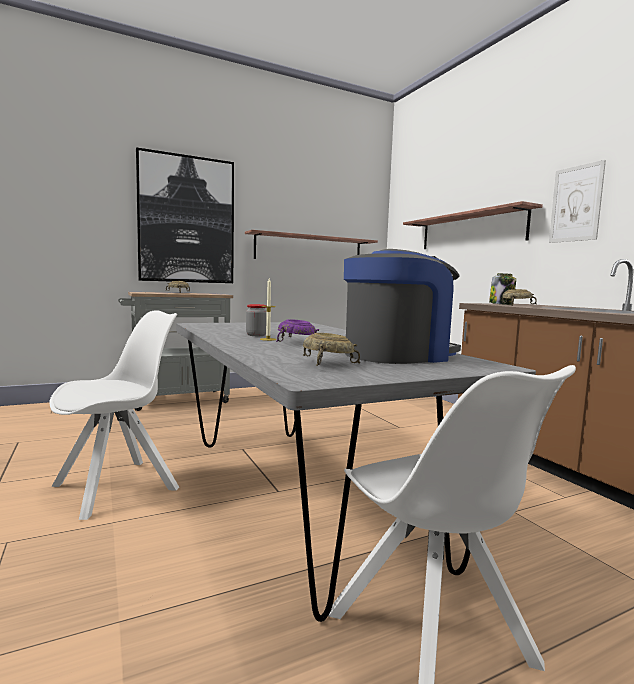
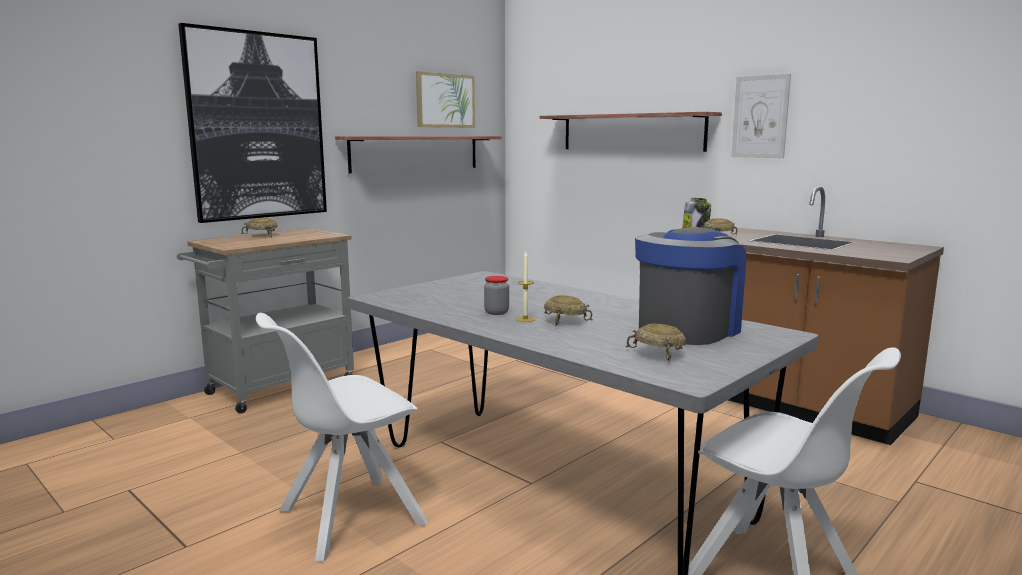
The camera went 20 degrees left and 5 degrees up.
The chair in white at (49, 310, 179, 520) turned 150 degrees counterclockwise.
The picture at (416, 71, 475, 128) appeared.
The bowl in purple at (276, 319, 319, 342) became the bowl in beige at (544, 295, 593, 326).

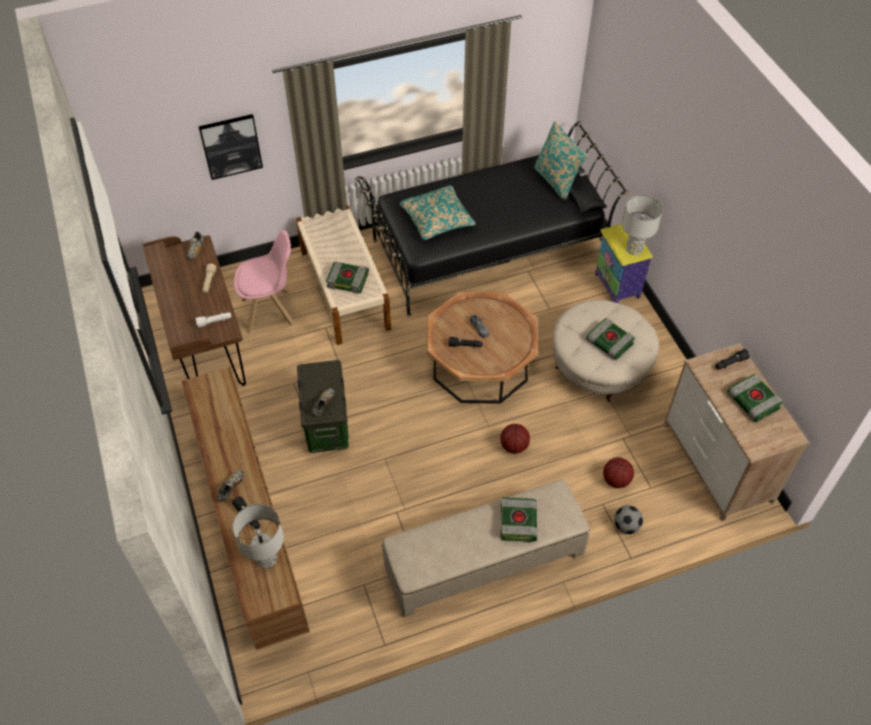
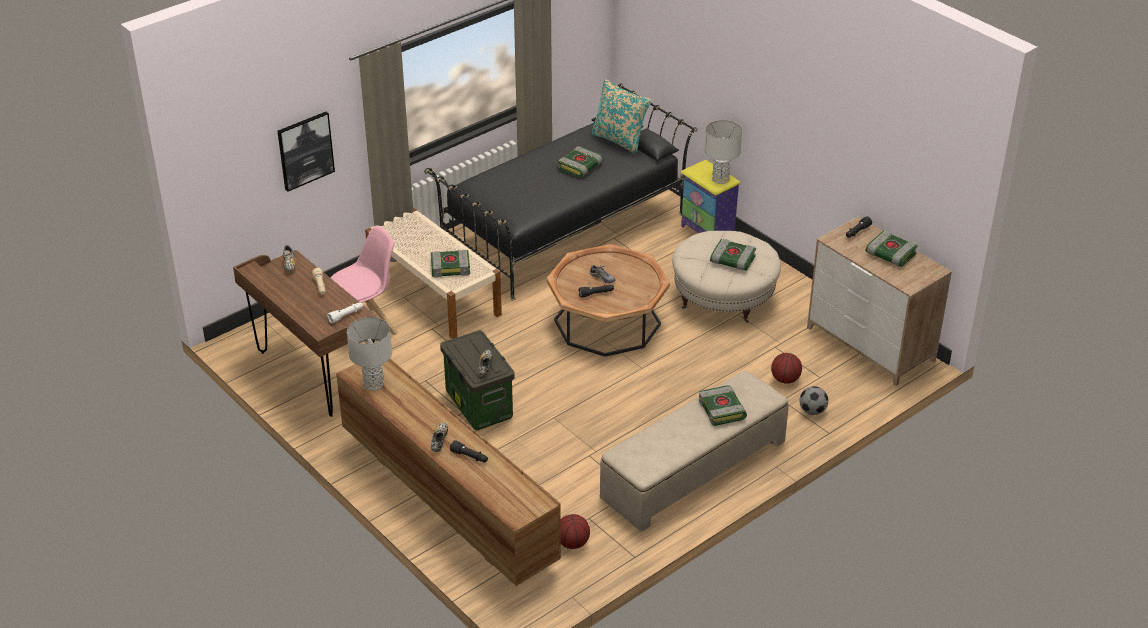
The camera went 20 degrees left and 15 degrees down.
The table lamp in white moved from (232, 504, 284, 568) to (347, 317, 392, 391).
The book at (558, 146, 603, 178) appeared.
The basketball moved from (500, 424, 530, 453) to (561, 514, 590, 549).
The pillow in turquoise at (400, 185, 476, 240) disappeared.

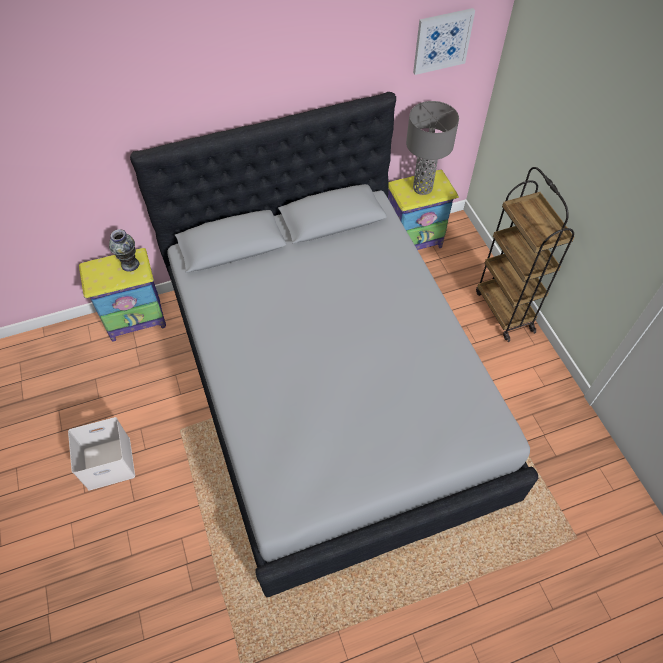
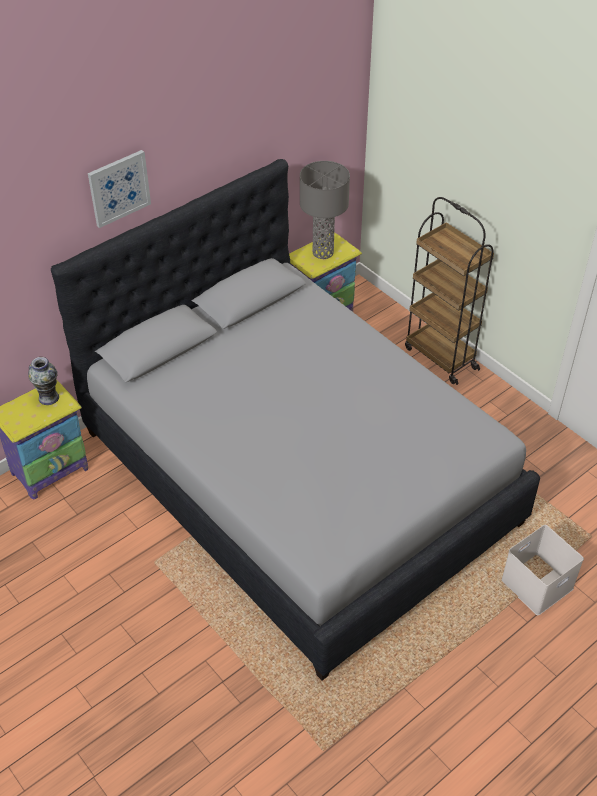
The camera went 20 degrees left and 10 degrees down.
The picture moved from (413, 8, 475, 75) to (88, 150, 151, 228).
The storage box in white moved from (68, 417, 135, 490) to (502, 525, 584, 615).

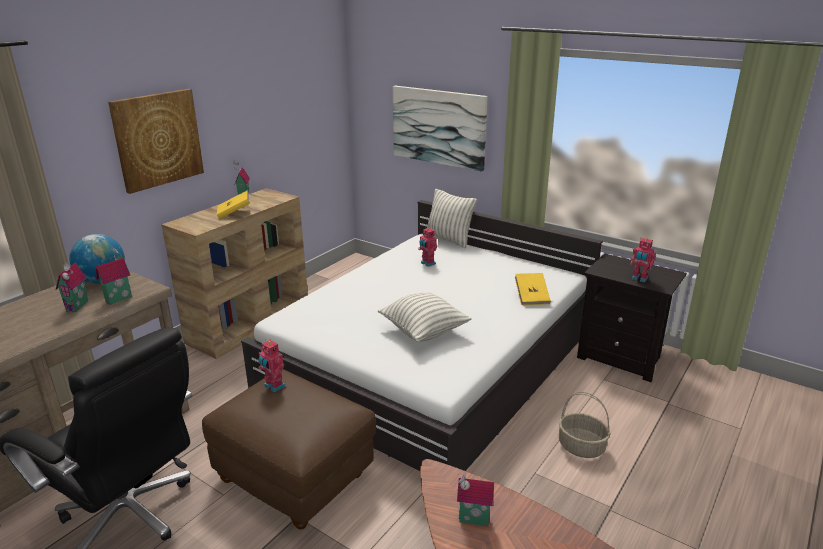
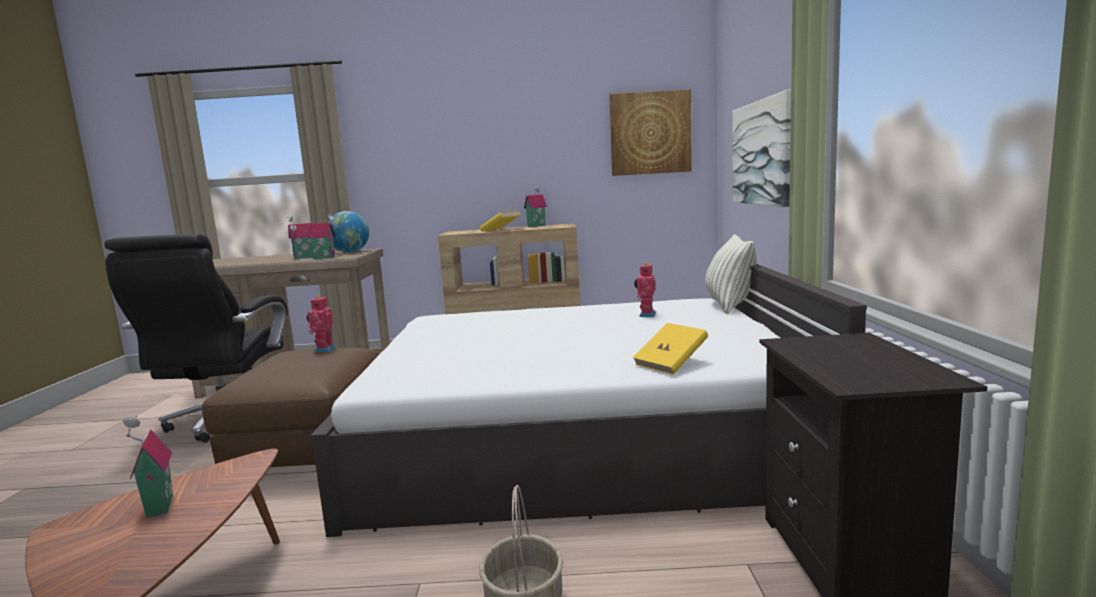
The camera went 55 degrees right and 15 degrees down.
The picture moved from (108, 89, 204, 194) to (609, 89, 692, 176).
The pillow at (378, 292, 471, 341) disappeared.
The toy robot at (630, 238, 656, 282) disappeared.

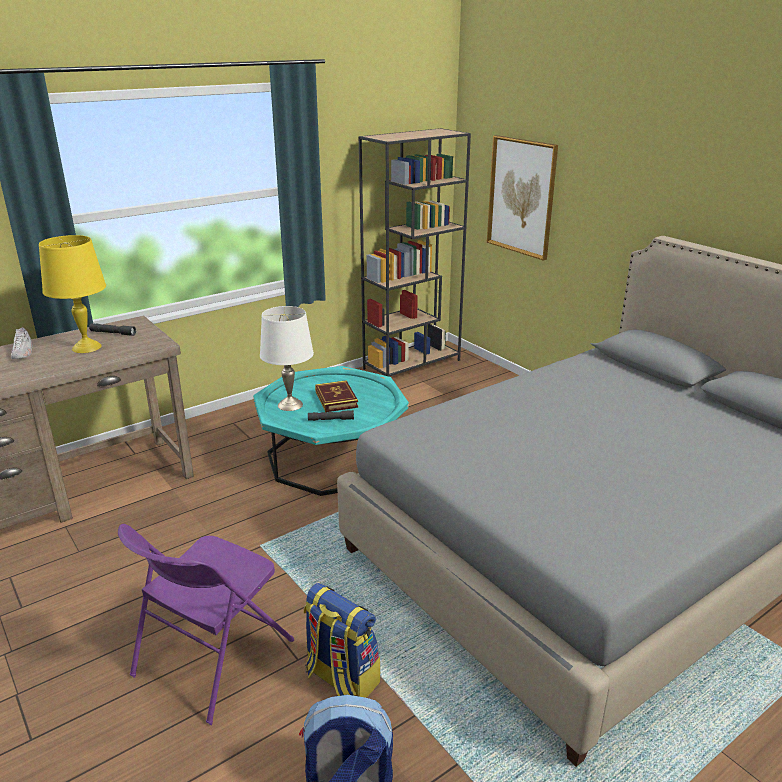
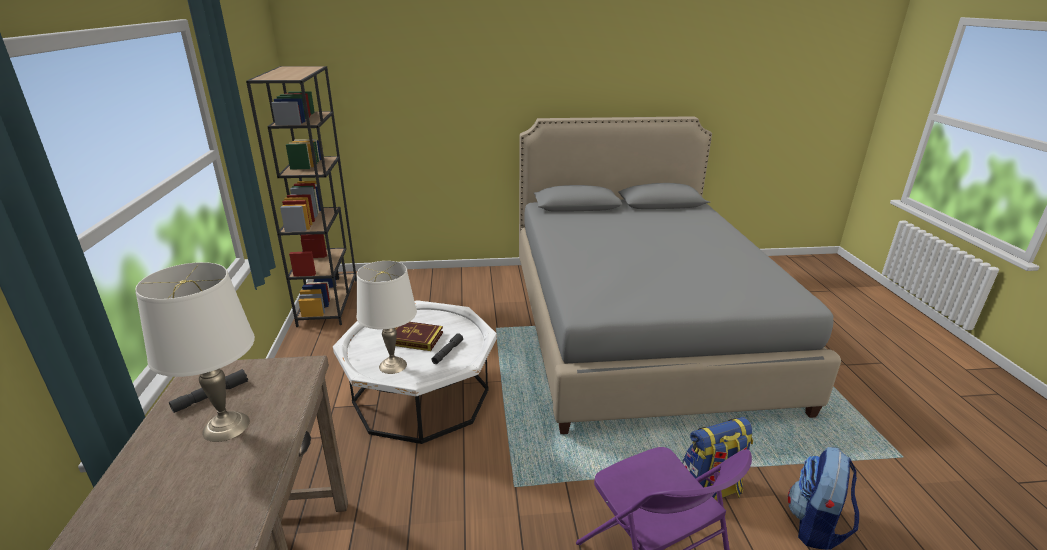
The camera went 60 degrees left and 0 degrees up.
The table lamp in yellow at (39, 235, 106, 353) became the table lamp in white at (135, 262, 255, 442).
The coffee table in turquoise at (253, 366, 409, 496) became the coffee table in white at (333, 300, 497, 444).
The shoe in white at (11, 327, 33, 359) disappeared.
The picture at (487, 135, 558, 261) disappeared.

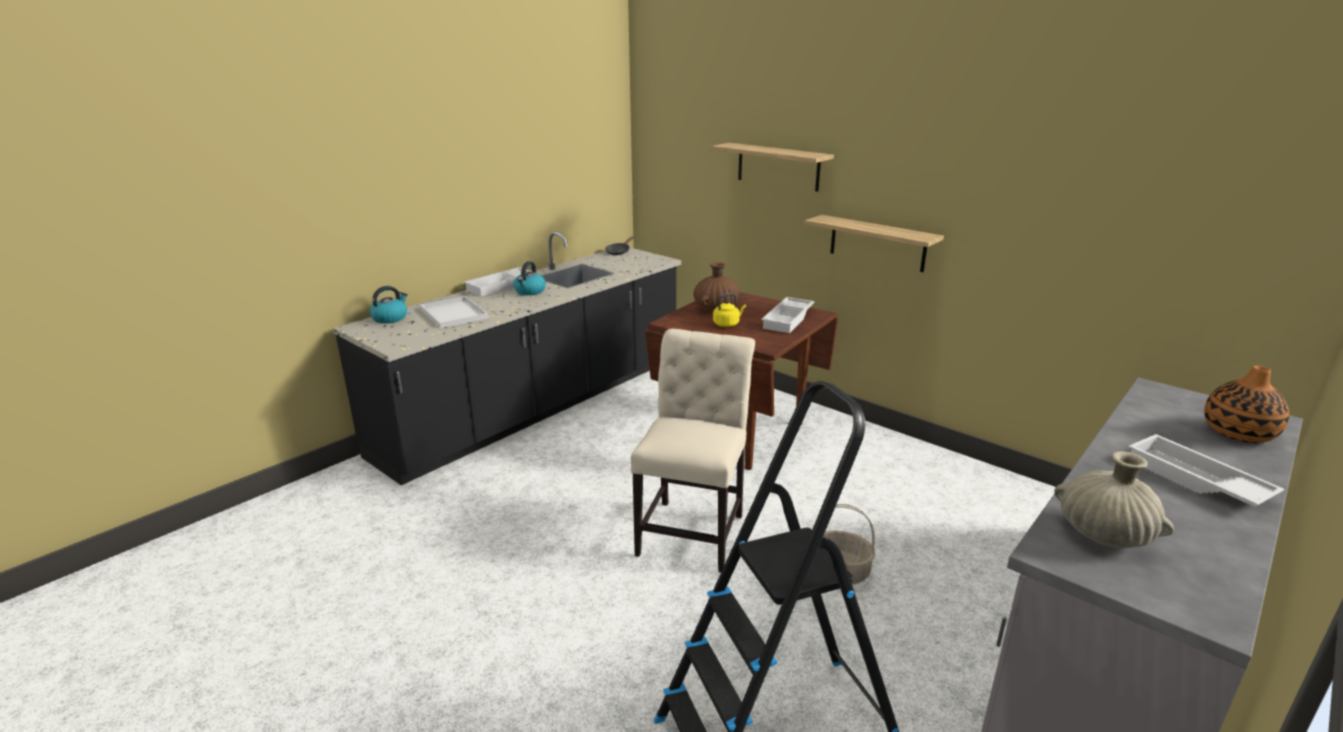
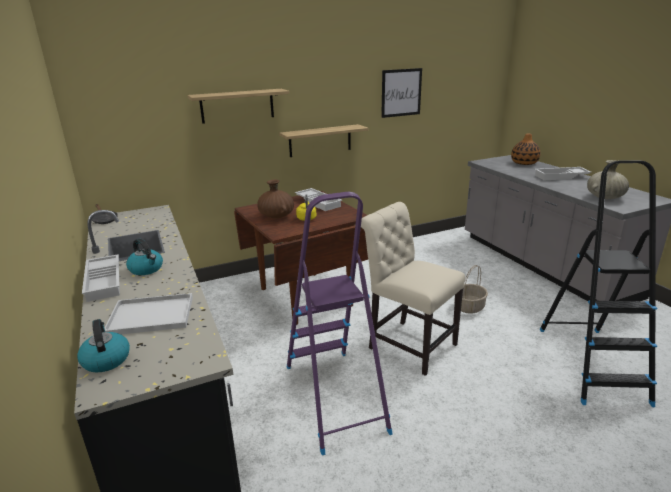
The camera went 65 degrees left and 0 degrees up.
The step ladder in purple at (287, 192, 392, 455) appeared.
The picture at (381, 68, 422, 118) appeared.

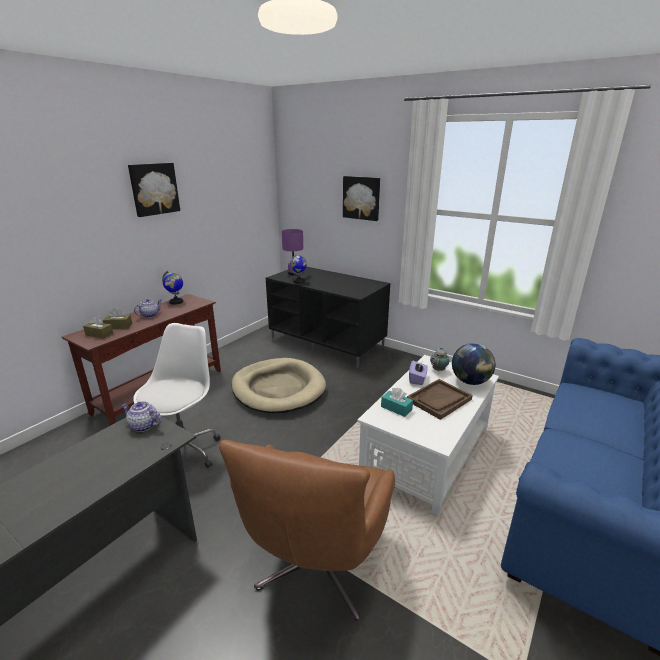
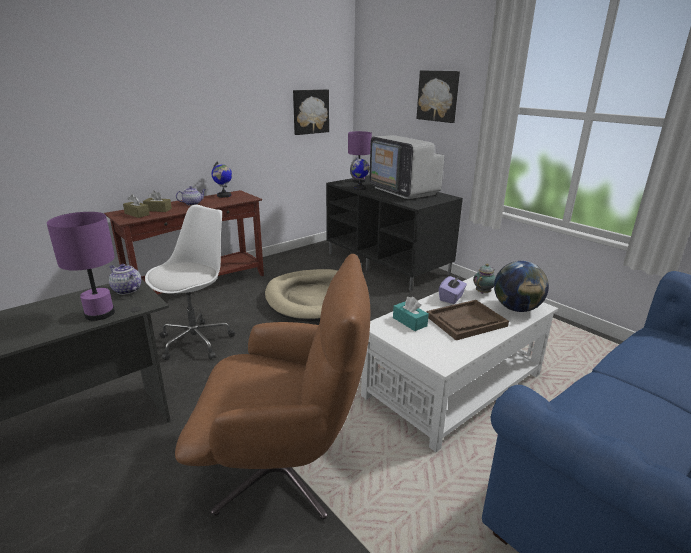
The camera went 15 degrees right and 0 degrees up.
The table lamp in purple at (47, 212, 115, 321) appeared.
The armchair in brown at (219, 440, 395, 621) turned 120 degrees counterclockwise.
The picture moved from (128, 163, 180, 217) to (293, 89, 329, 135).
The television at (369, 135, 444, 199) appeared.

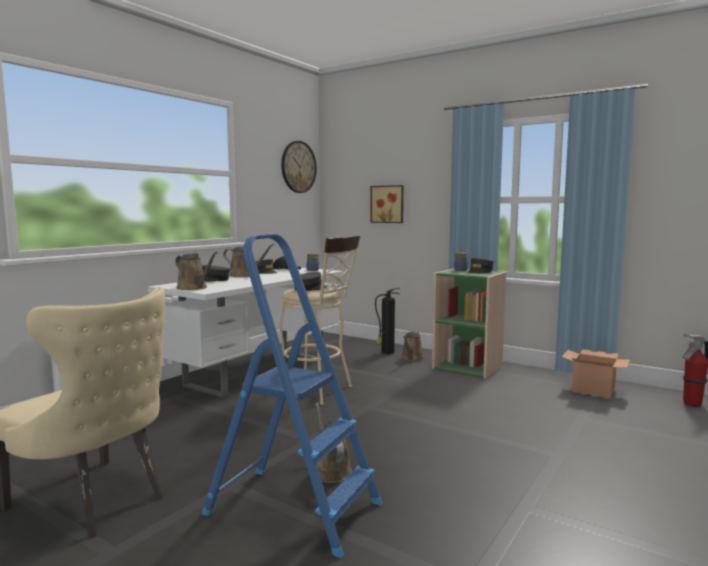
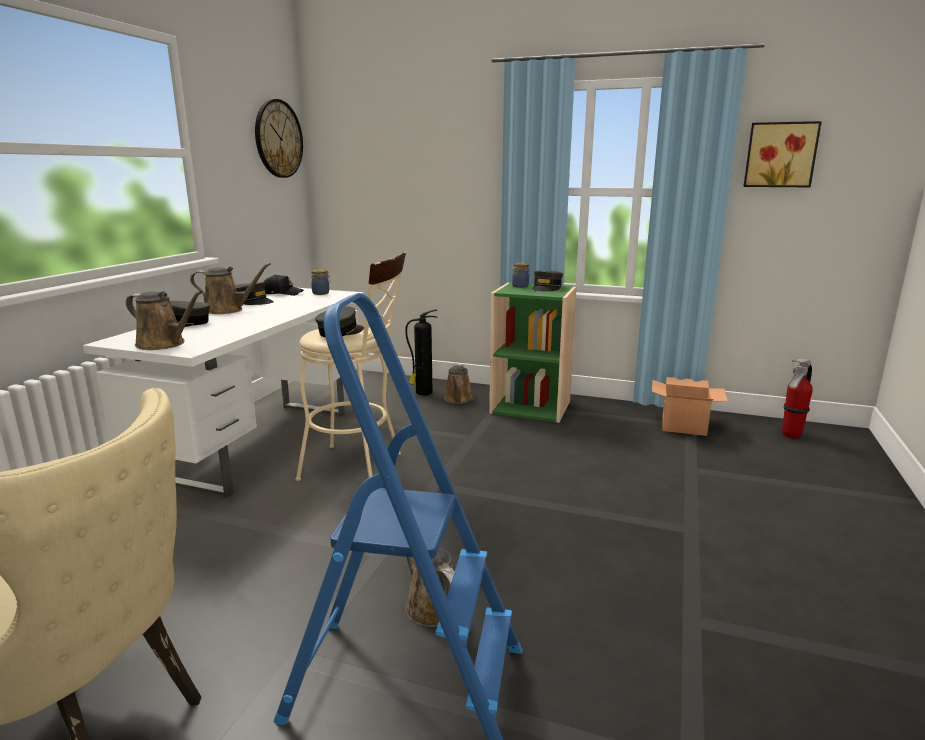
The camera went 15 degrees left and 10 degrees up.
The picture moved from (370, 185, 403, 223) to (743, 121, 822, 187).

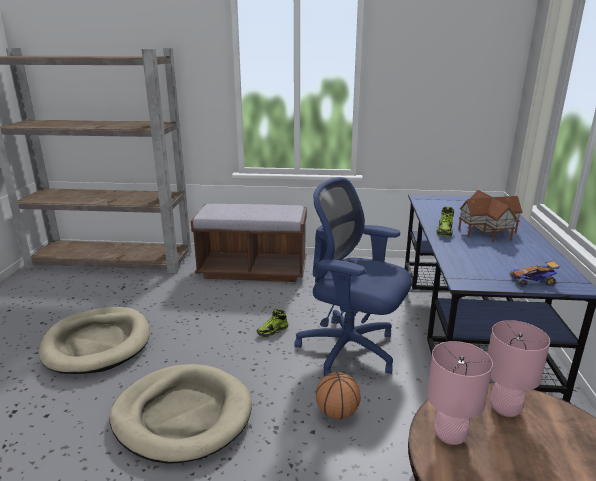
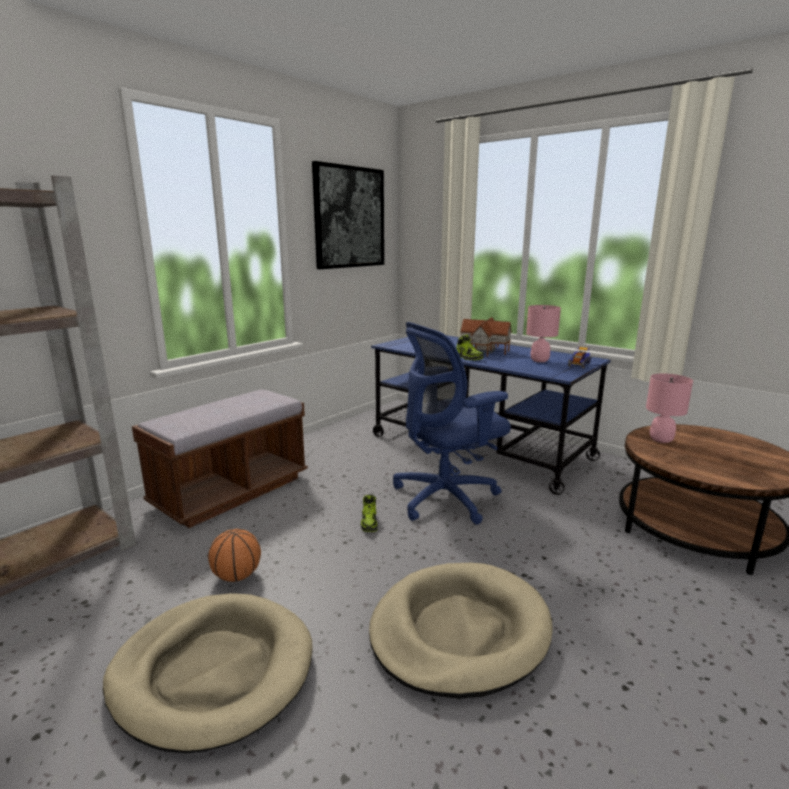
The camera went 55 degrees left and 5 degrees down.
The basketball moved from (316, 372, 361, 419) to (208, 529, 261, 582).
The picture at (312, 161, 384, 269) appeared.
The table lamp in pink moved from (427, 341, 493, 445) to (526, 305, 561, 362).

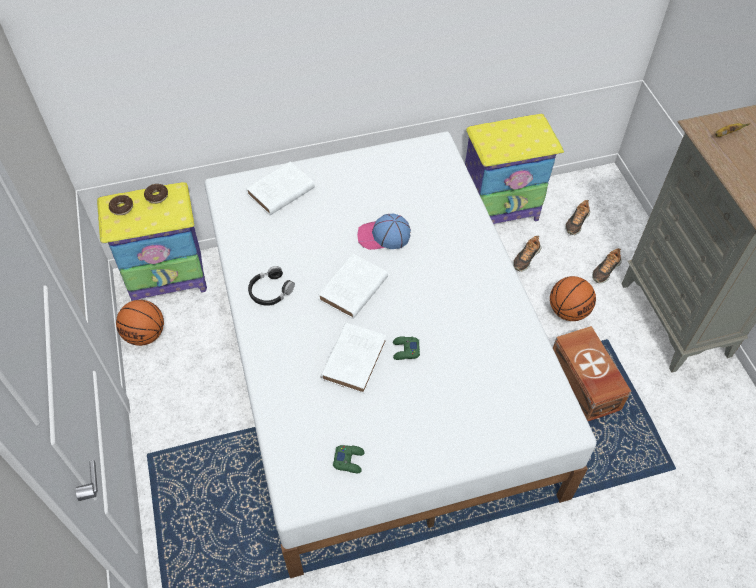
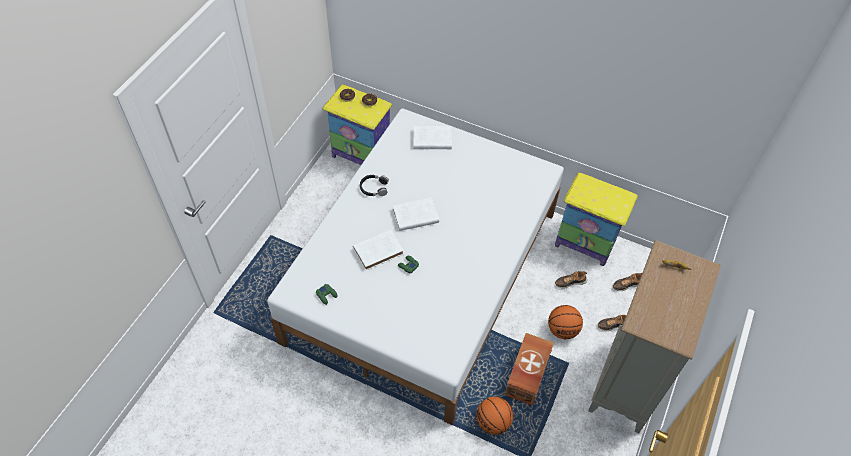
The camera went 40 degrees right and 0 degrees up.
The basketball moved from (116, 300, 164, 346) to (476, 397, 514, 435).
The cap at (357, 214, 411, 250) disappeared.

